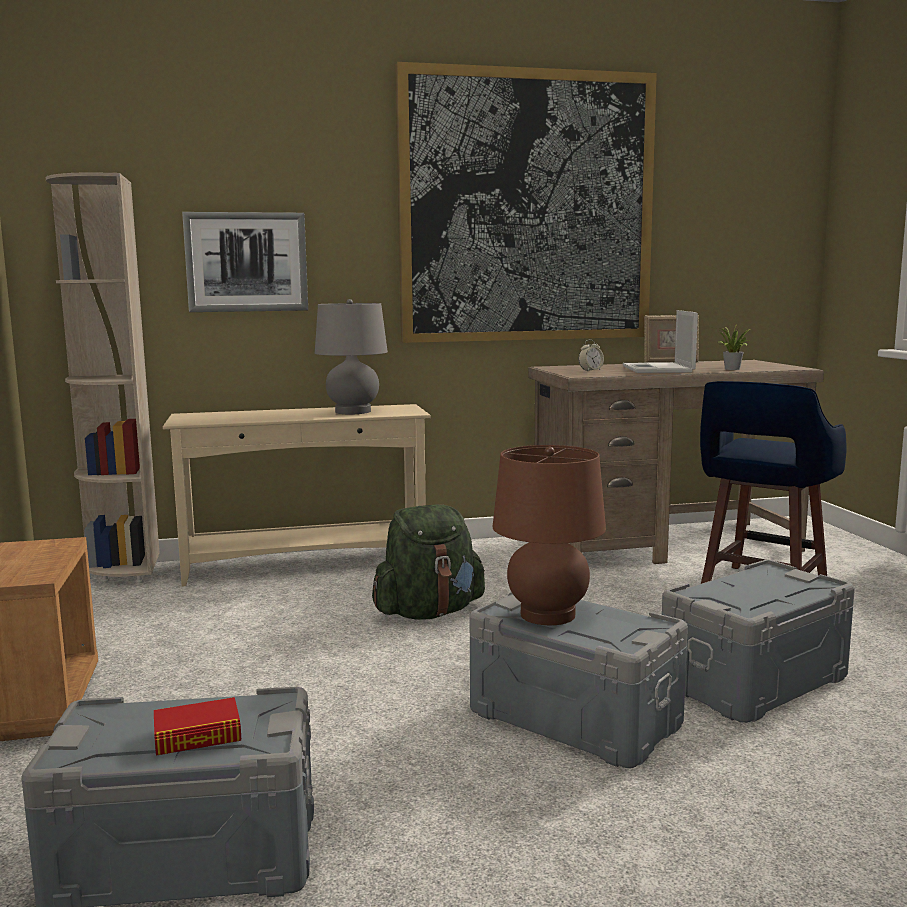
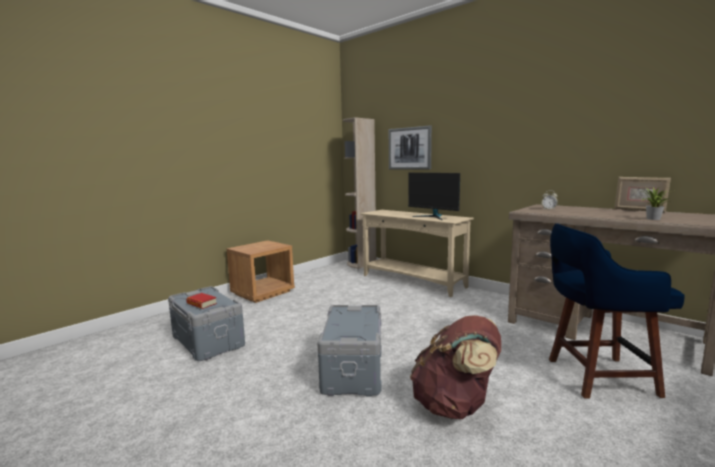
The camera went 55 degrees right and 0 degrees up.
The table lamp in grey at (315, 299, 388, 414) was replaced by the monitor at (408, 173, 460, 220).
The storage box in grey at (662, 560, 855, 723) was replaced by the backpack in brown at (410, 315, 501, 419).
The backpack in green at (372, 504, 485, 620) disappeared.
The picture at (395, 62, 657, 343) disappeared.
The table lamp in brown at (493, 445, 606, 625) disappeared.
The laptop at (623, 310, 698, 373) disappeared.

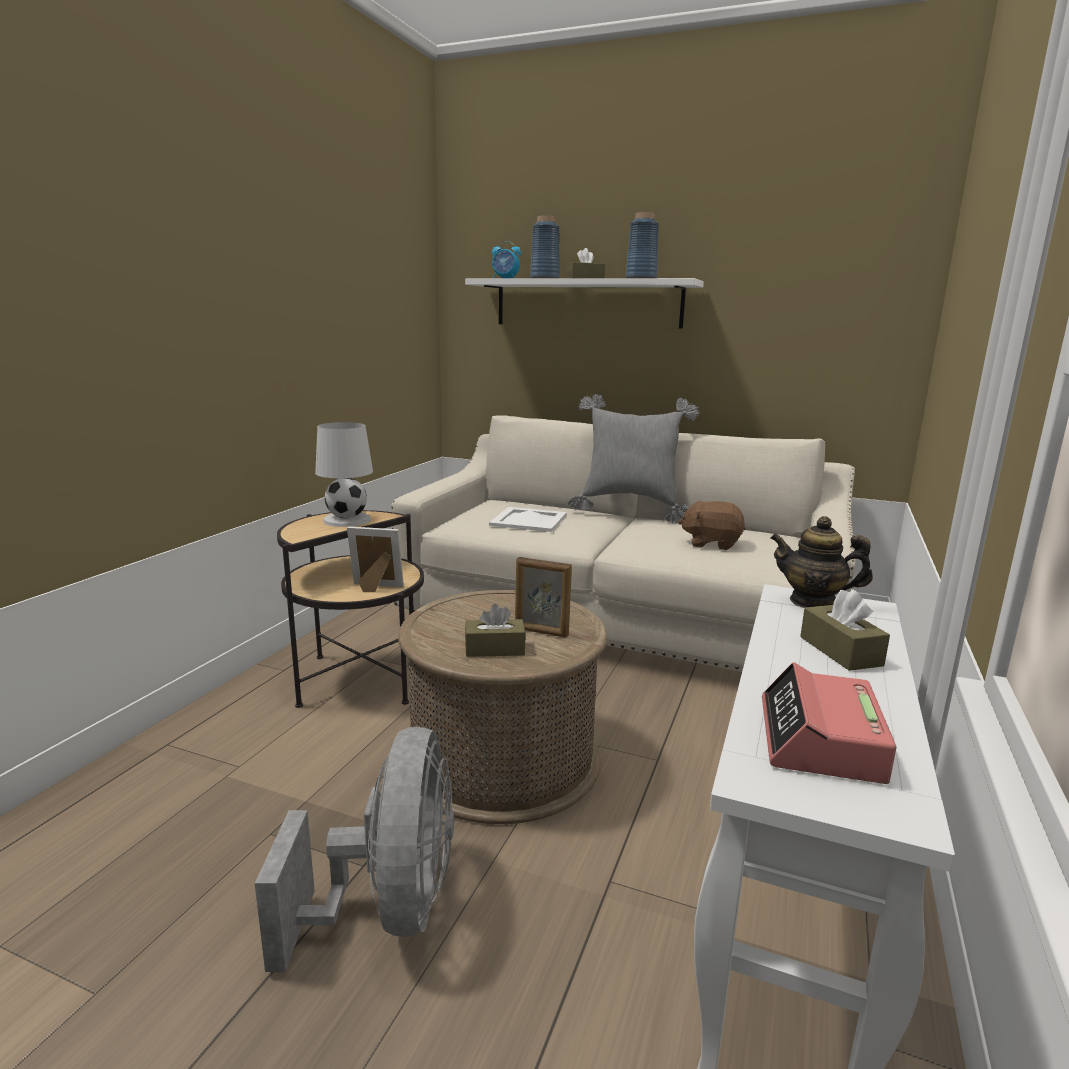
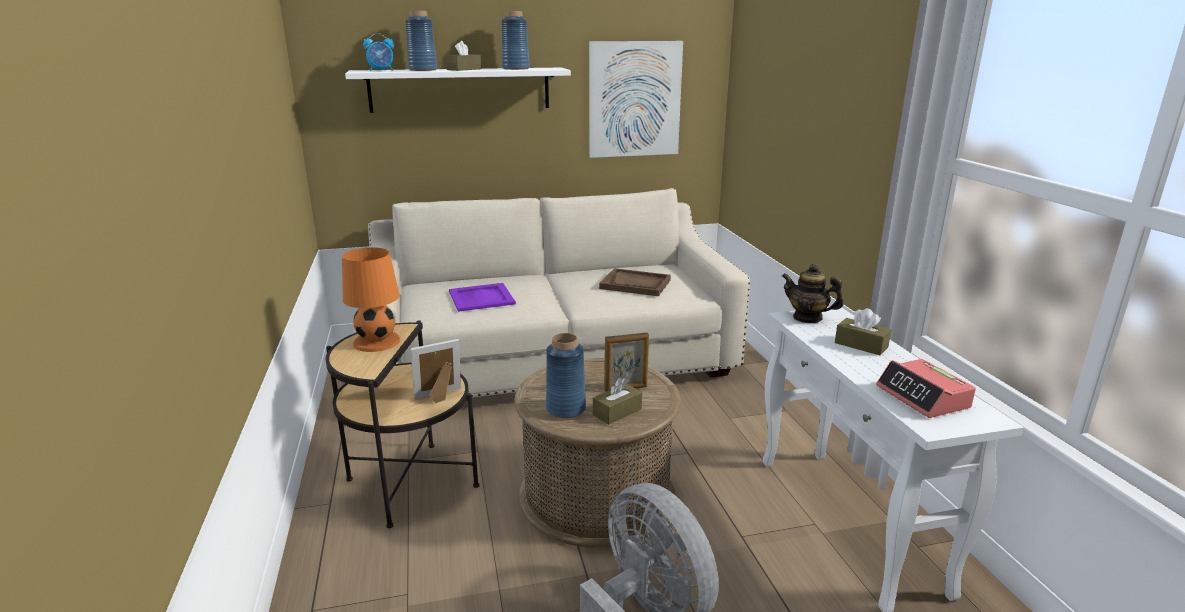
The camera went 35 degrees left and 5 degrees up.
The table lamp in white at (315, 422, 373, 527) became the table lamp in orange at (342, 248, 400, 352).
The tray in white at (489, 507, 567, 532) became the tray in purple at (449, 283, 516, 312).
The vase in blue at (546, 333, 586, 418) appeared.
The picture at (589, 41, 683, 158) appeared.
The plush toy in brown at (678, 501, 746, 550) was replaced by the tray in brown at (599, 268, 671, 296).
The teapot at (770, 516, 873, 608) turned 45 degrees clockwise.
The pillow in grey at (567, 394, 699, 523) disappeared.

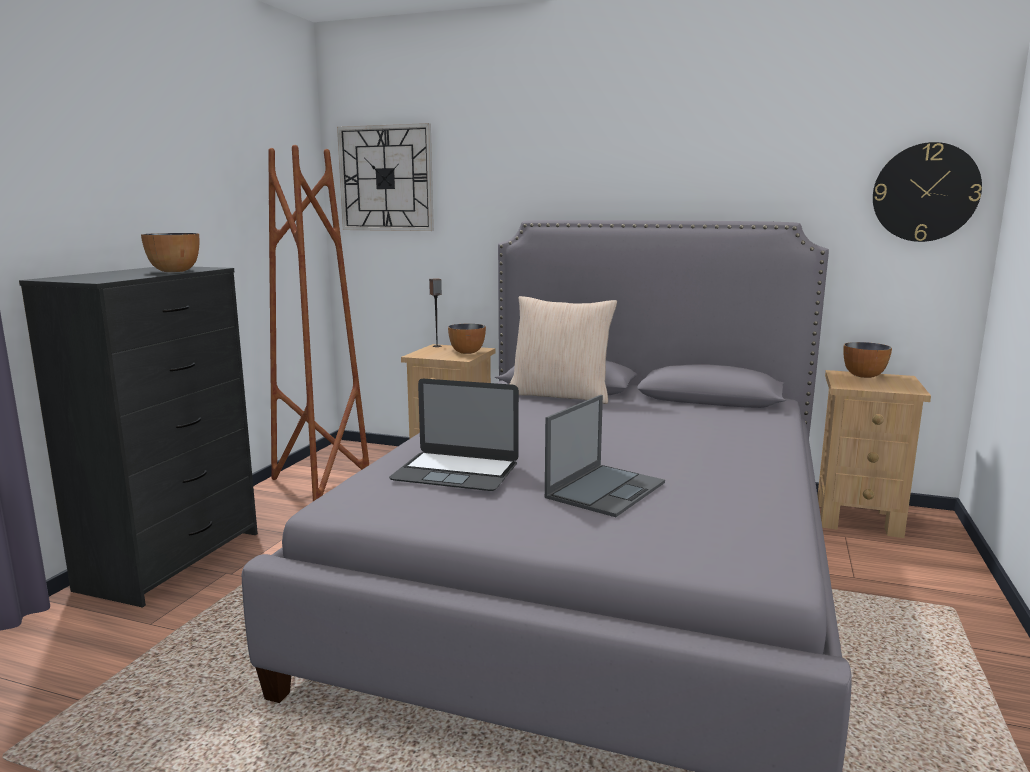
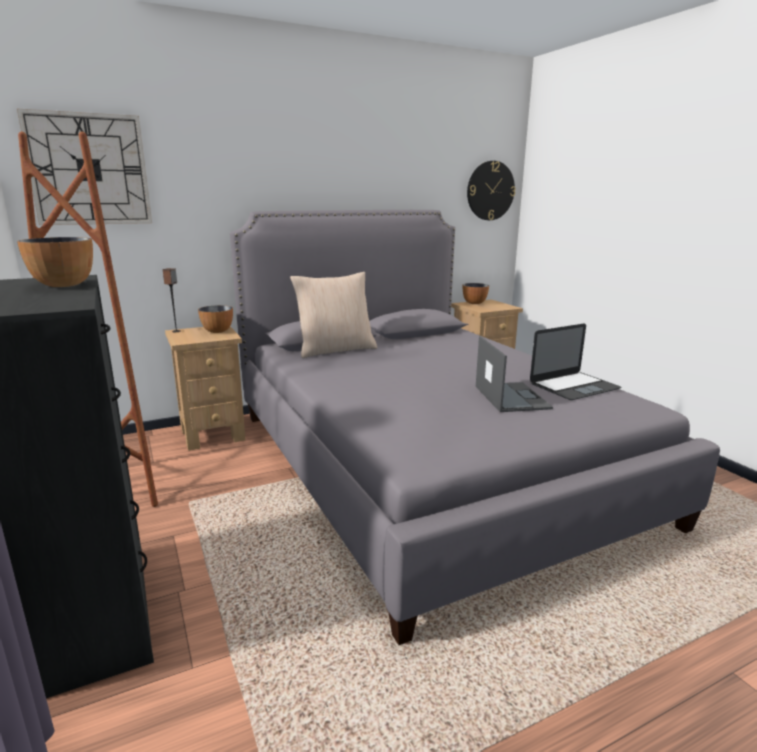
The camera went 45 degrees left and 5 degrees up.
The laptop moved from (389, 379, 519, 491) to (530, 324, 621, 400).

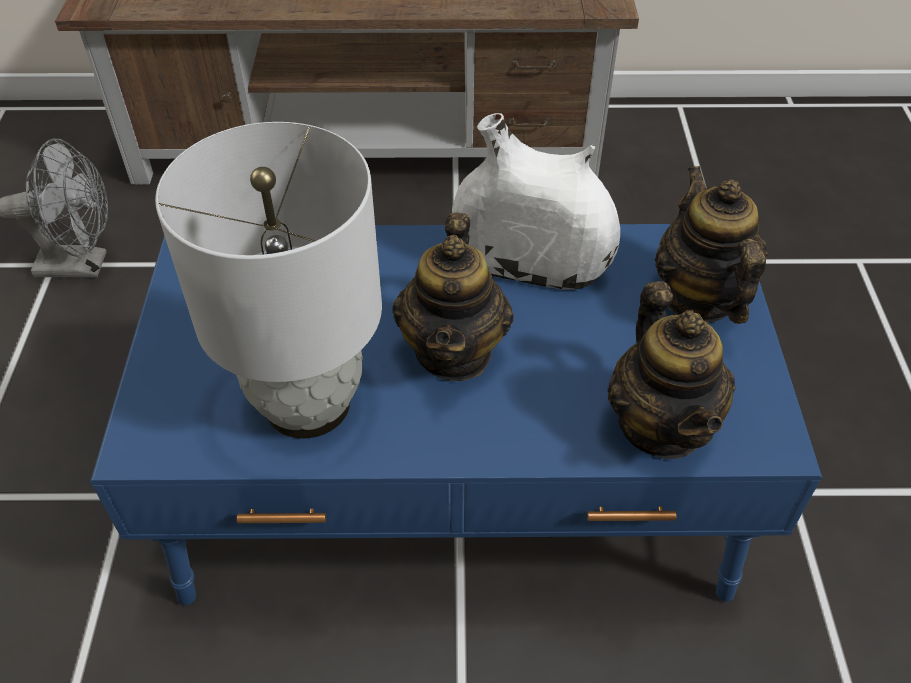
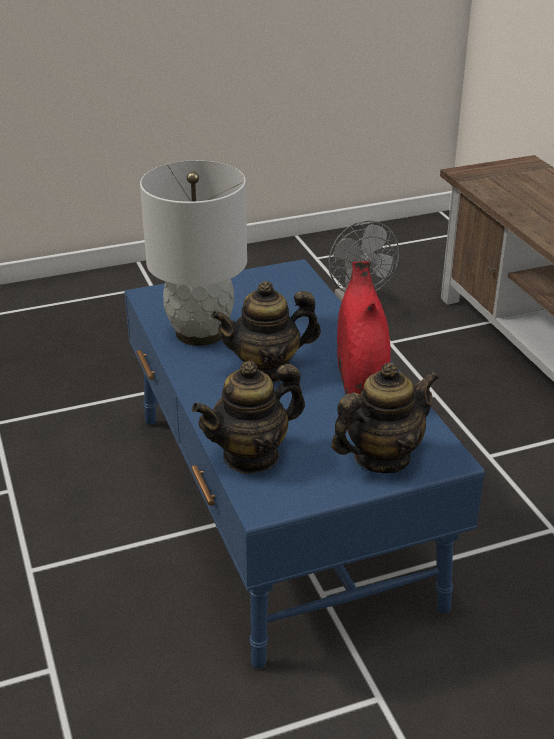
The camera went 70 degrees right and 15 degrees down.
The vase in white at (452, 113, 620, 289) became the vase in red at (337, 261, 391, 394).

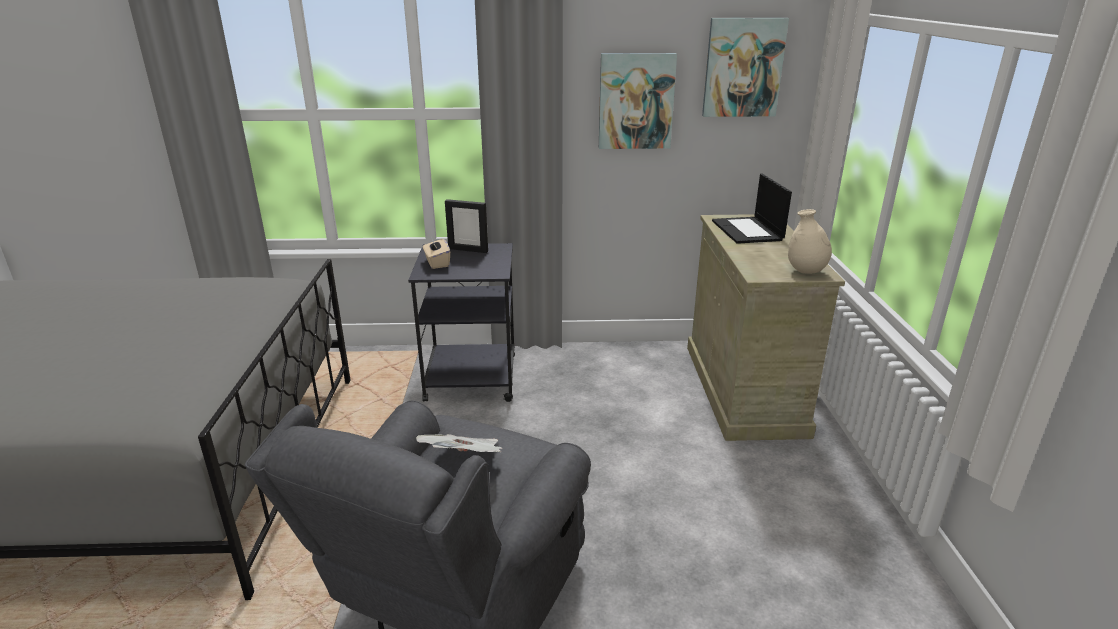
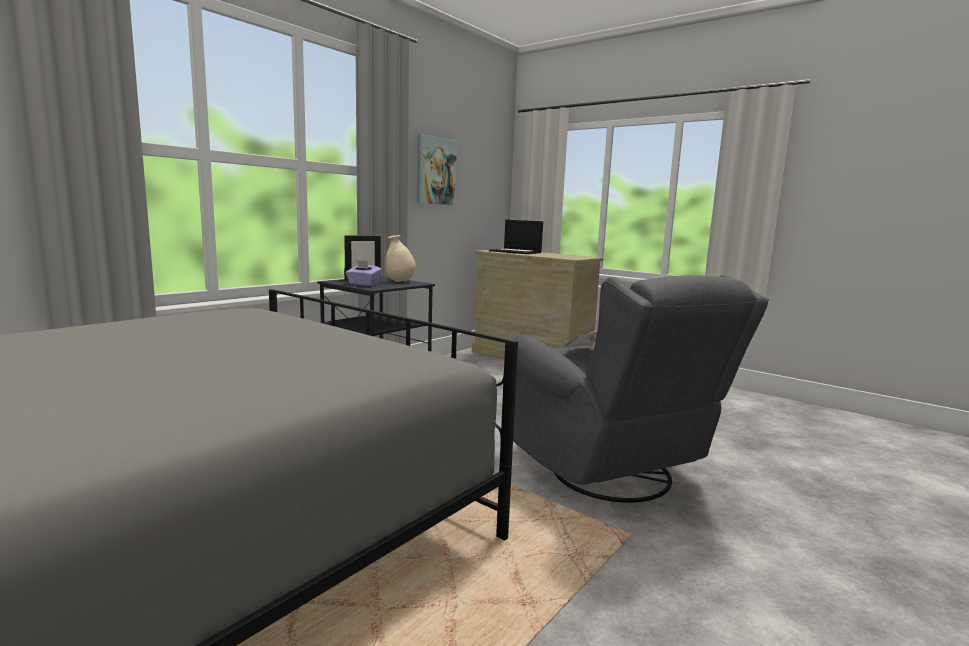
The camera went 50 degrees left and 15 degrees down.
The tissue box in beige at (423, 237, 450, 269) became the tissue box in purple at (346, 260, 382, 286).
The vase in beige moved from (788, 209, 832, 274) to (385, 235, 416, 282).
The picture at (702, 18, 789, 117) disappeared.

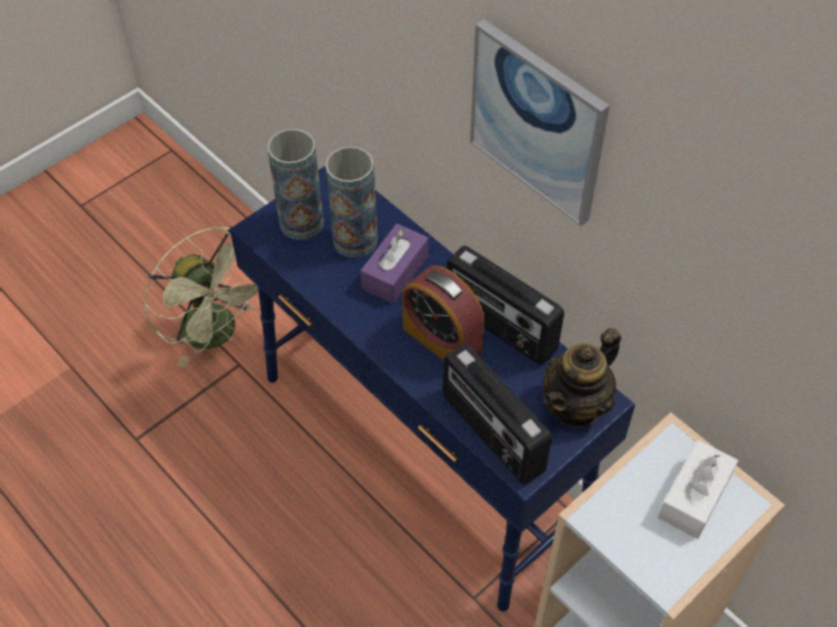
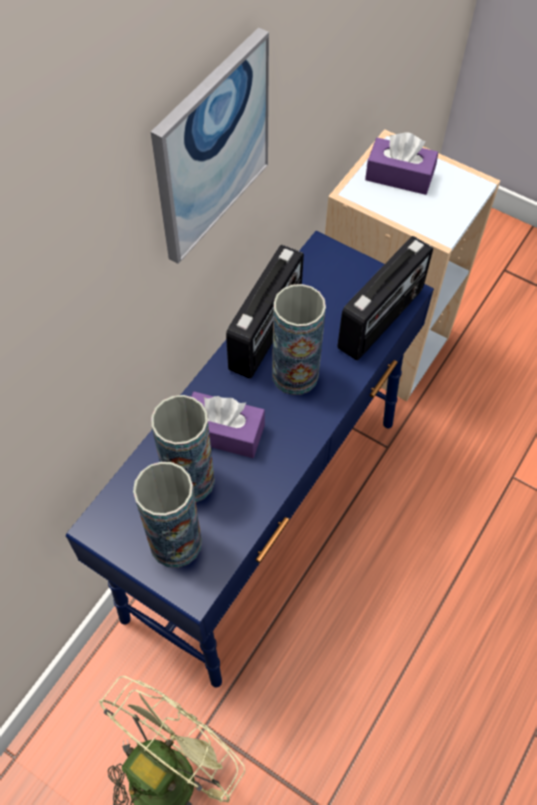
The camera went 105 degrees left and 5 degrees up.
The alarm clock at (402, 266, 484, 361) was replaced by the vase at (272, 284, 326, 395).
The tissue box in white at (658, 440, 738, 539) became the tissue box in purple at (365, 132, 438, 195).
The teapot at (543, 328, 621, 429) disappeared.

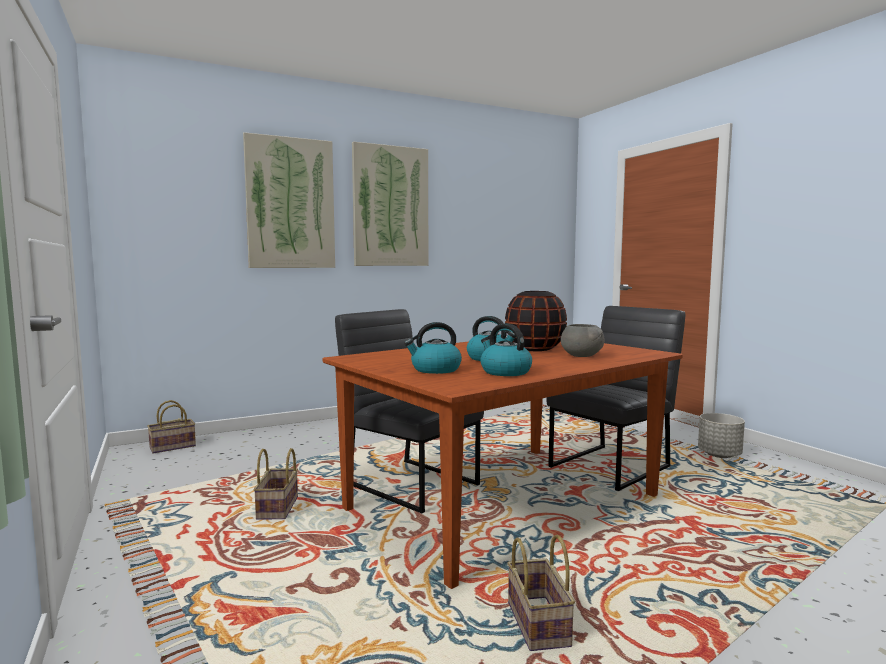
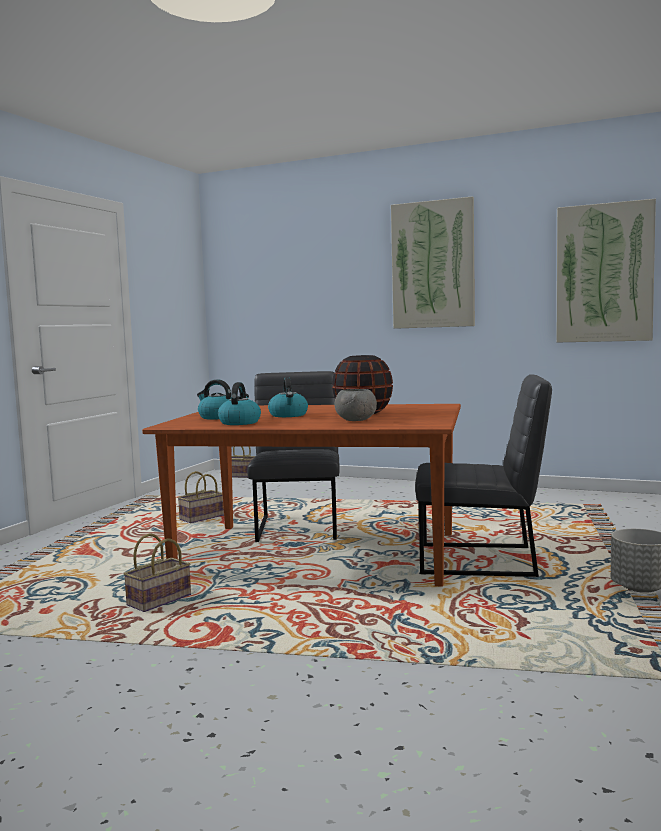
The camera went 50 degrees right and 0 degrees up.
The picture moved from (243, 132, 335, 268) to (557, 199, 656, 343).

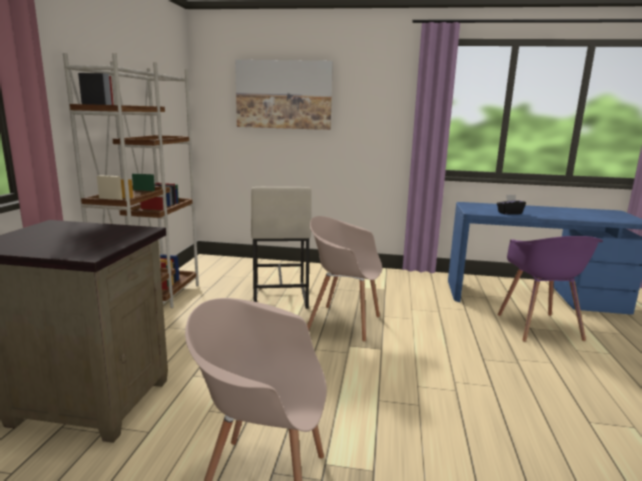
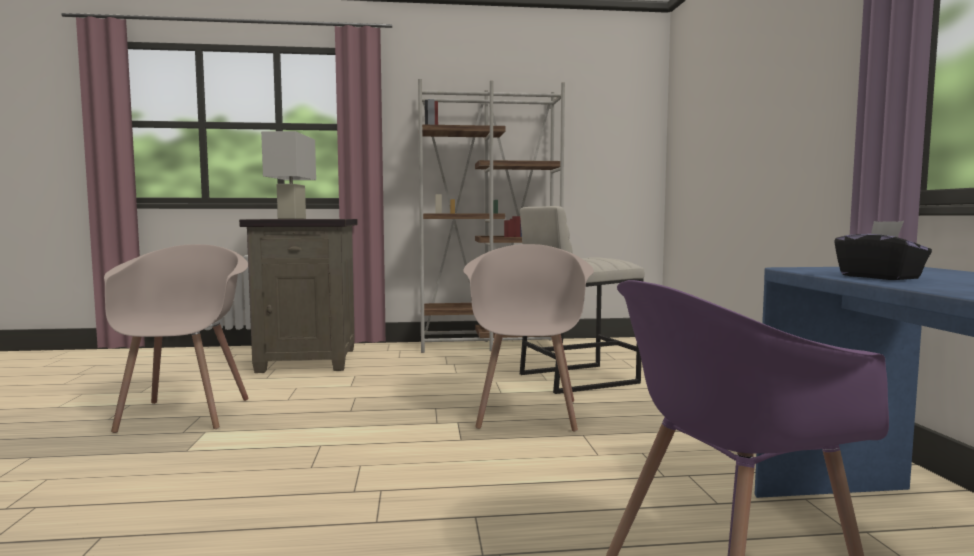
The camera went 75 degrees right and 10 degrees down.
The table lamp in white at (261, 131, 316, 219) appeared.
The picture at (235, 60, 333, 130) disappeared.

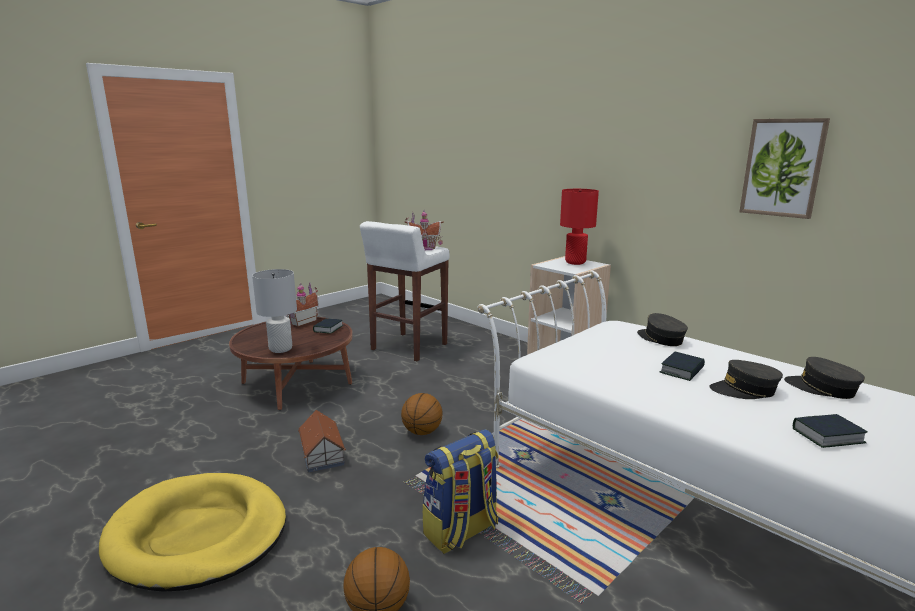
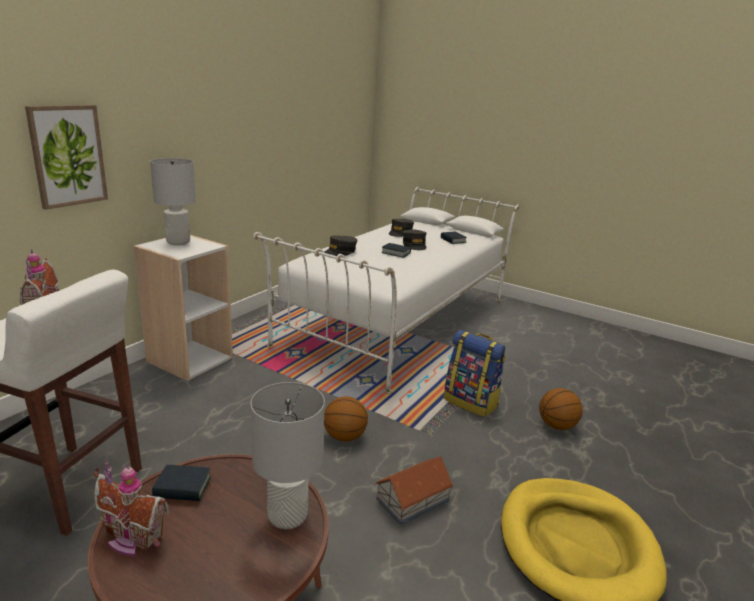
The camera went 105 degrees left and 5 degrees up.
The picture moved from (739, 118, 830, 219) to (25, 105, 108, 210).
The table lamp in red at (560, 189, 599, 265) became the table lamp in grey at (150, 158, 196, 245).

